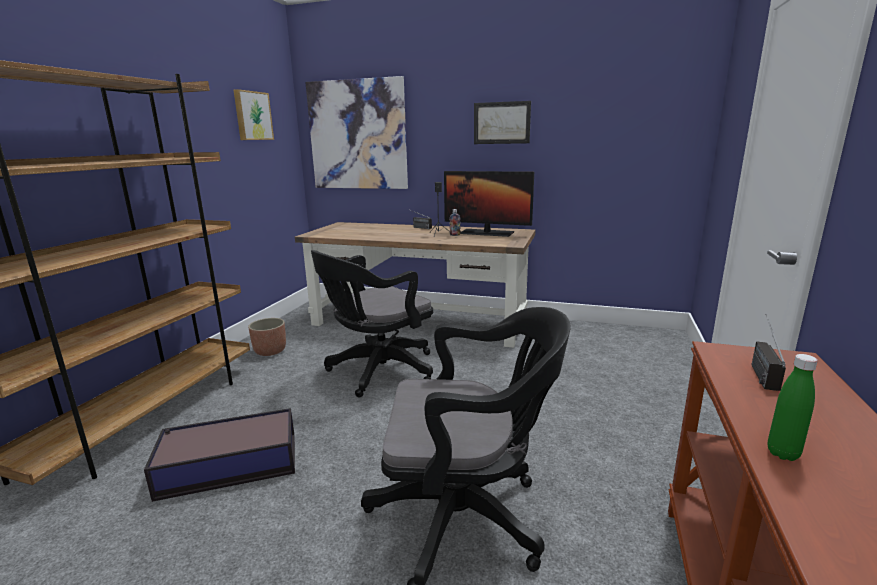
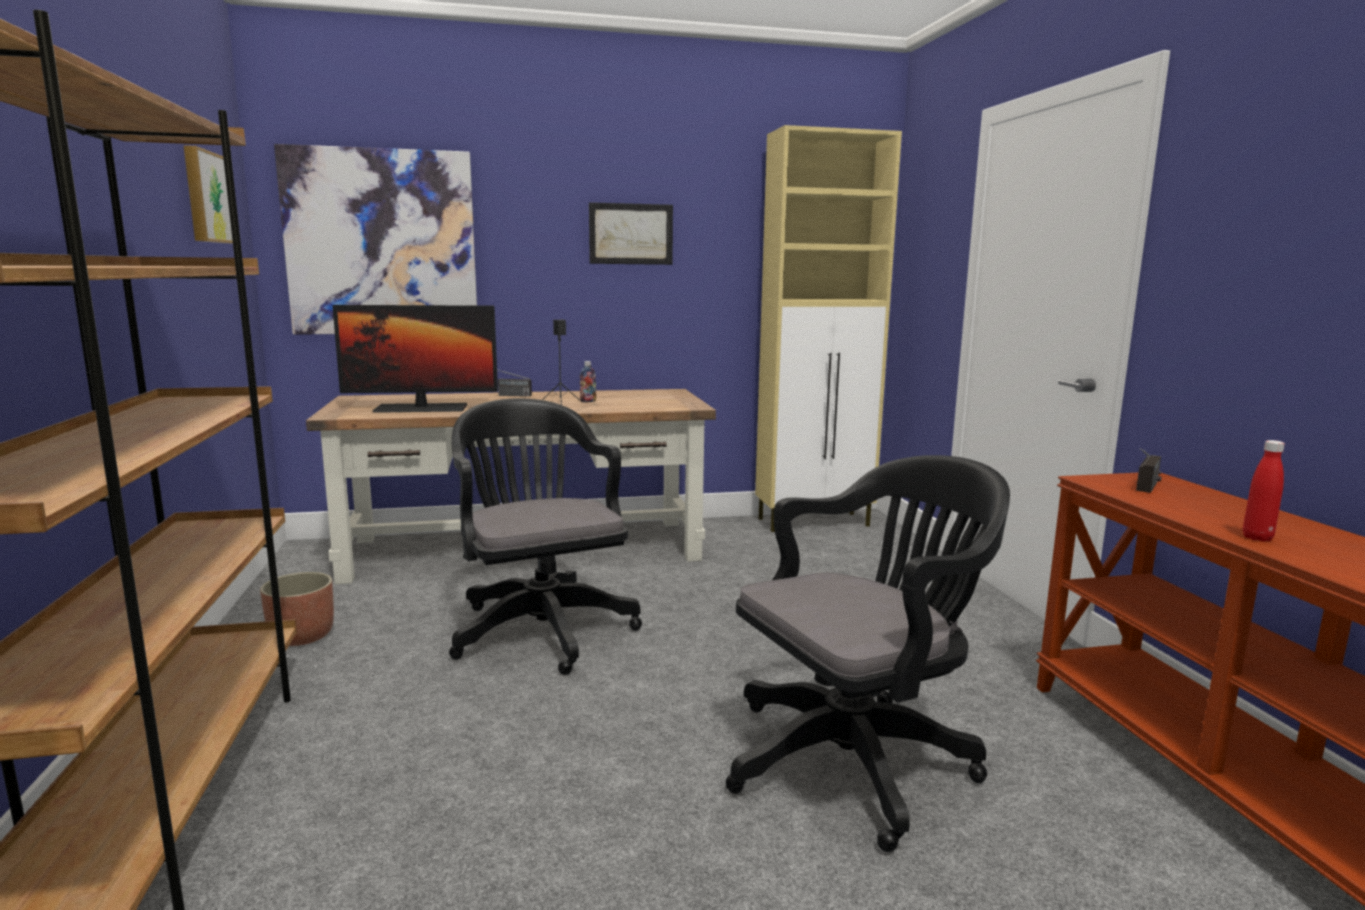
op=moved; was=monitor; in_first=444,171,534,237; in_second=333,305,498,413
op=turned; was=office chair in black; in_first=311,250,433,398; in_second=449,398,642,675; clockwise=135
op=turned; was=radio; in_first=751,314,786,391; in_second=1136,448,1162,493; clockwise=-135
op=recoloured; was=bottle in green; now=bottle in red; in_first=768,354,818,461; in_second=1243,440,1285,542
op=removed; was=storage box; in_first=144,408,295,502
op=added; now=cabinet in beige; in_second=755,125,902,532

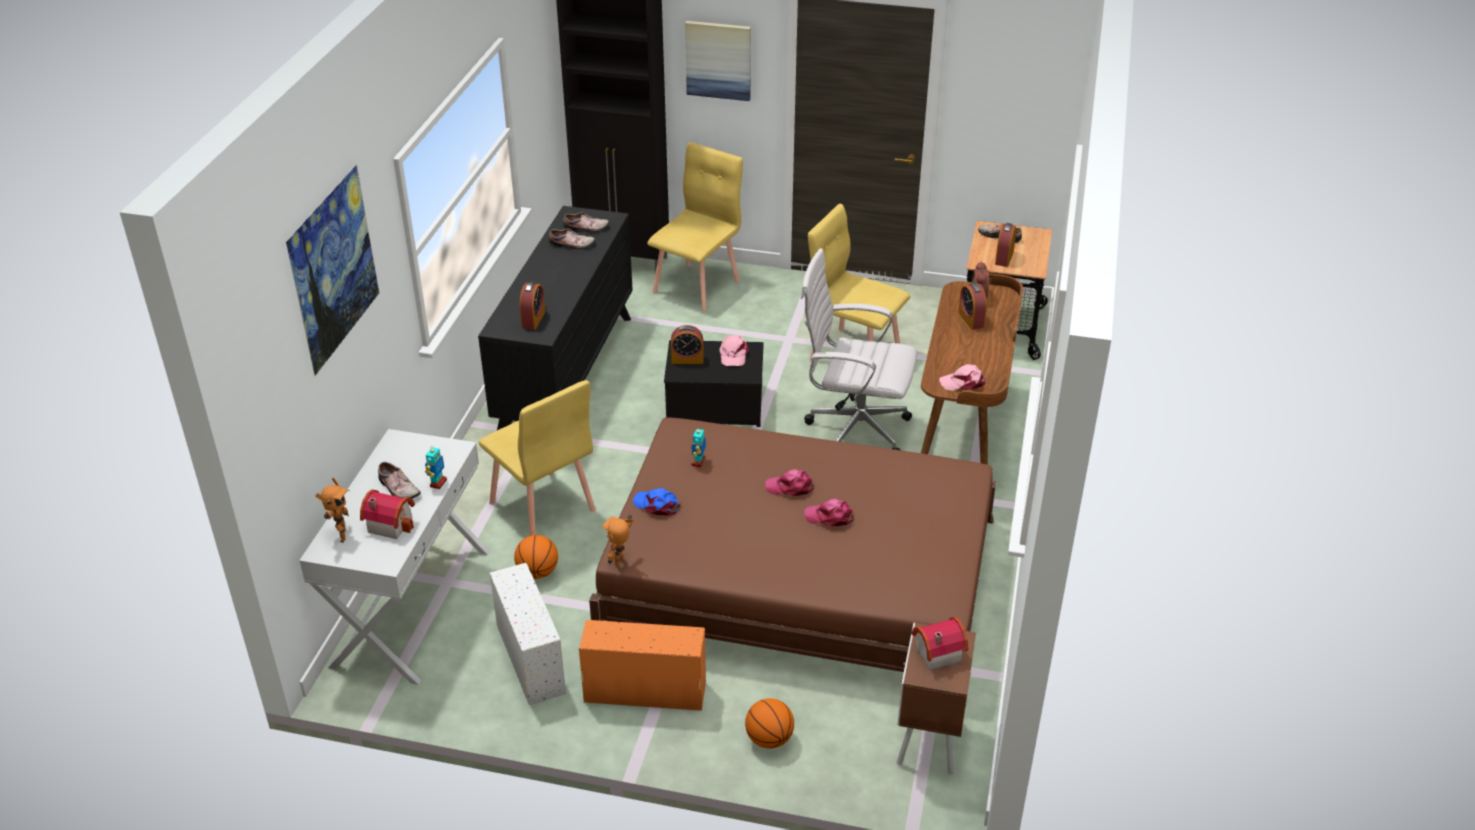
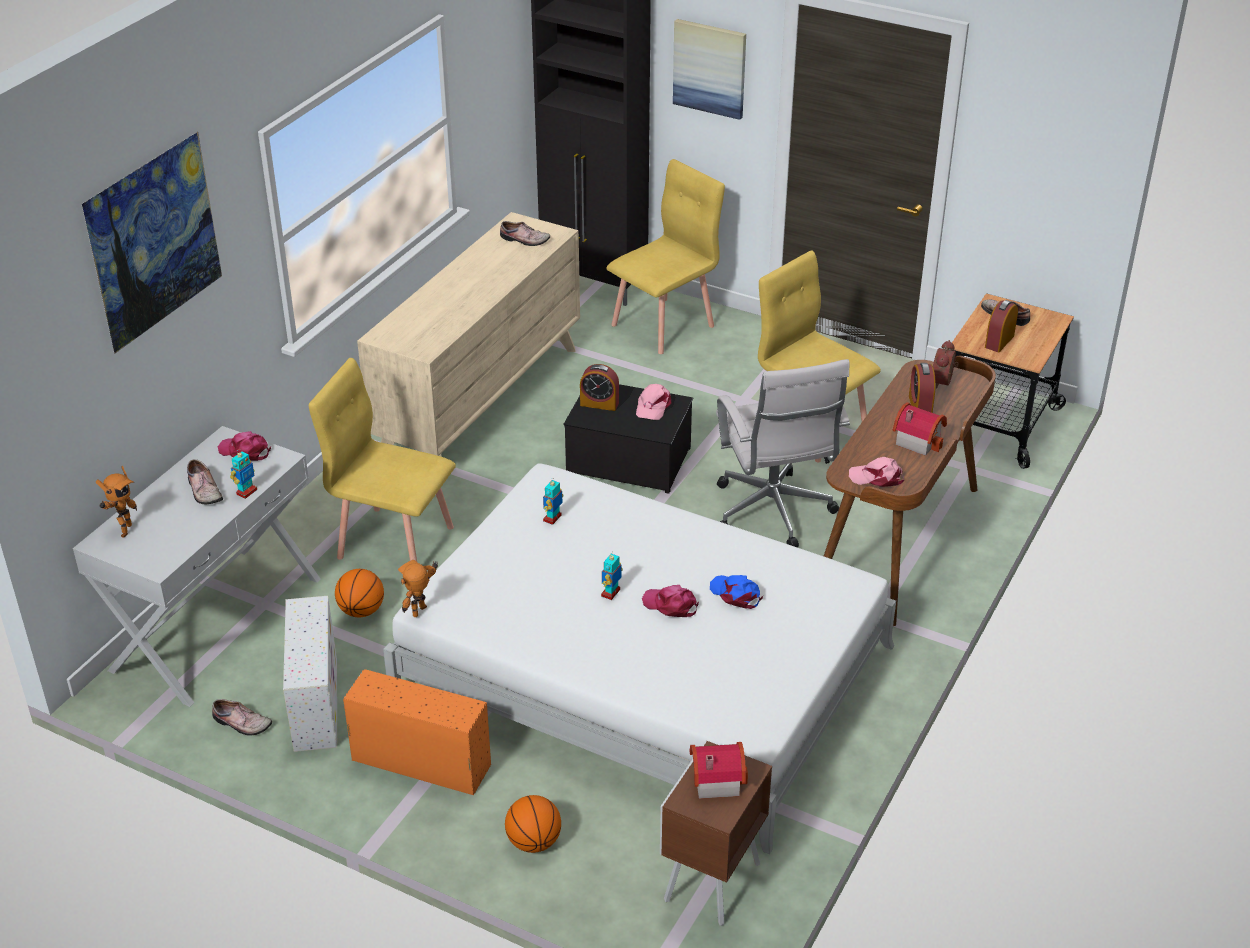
op=recoloured; was=dresser in black; now=dresser in beige; in_first=478,206,633,430; in_second=357,212,580,457
op=moved; was=shoe; in_first=549,228,595,250; in_second=212,699,272,736
op=turned; was=office chair in white; in_first=801,248,917,450; in_second=716,359,850,548; clockwise=-135
op=removed; was=alarm clock; in_first=520,282,545,330
op=turned; was=chair in yellow; in_first=479,380,596,536; in_second=309,358,456,562; clockwise=135
op=recoloured; was=bed in brown; now=bed in white; in_first=589,417,996,708; in_second=383,463,896,854
op=moved; was=cap in pink; in_first=765,469,814,496; in_second=218,431,271,461
op=moved; was=cap in blue; in_first=633,488,681,516; in_second=710,575,763,609
op=moved; was=toy house; in_first=360,489,415,539; in_second=893,402,947,456
op=added; now=toy robot; in_second=601,552,623,600

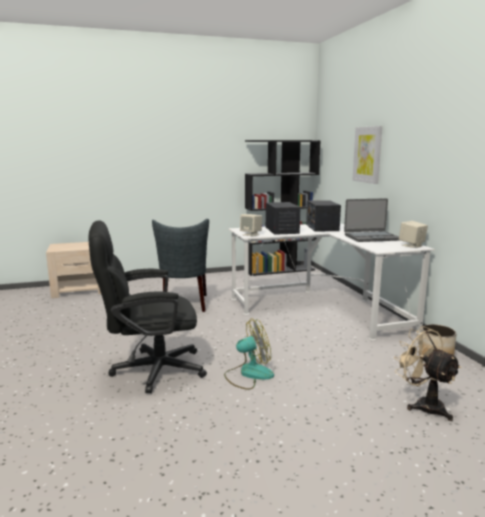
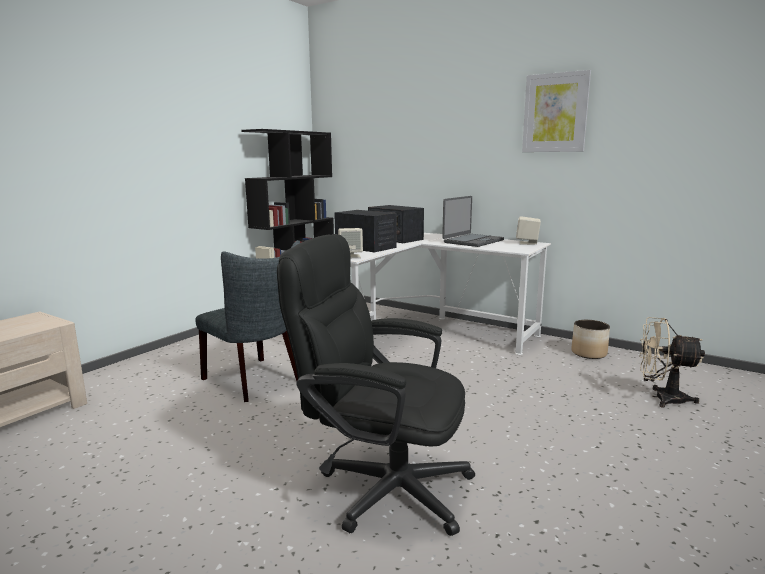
op=moved; was=picture; in_first=352,126,382,184; in_second=522,70,591,152
op=turned; was=office chair in black; in_first=88,220,207,393; in_second=277,234,475,536; clockwise=75
op=removed; was=fan; in_first=224,318,274,390

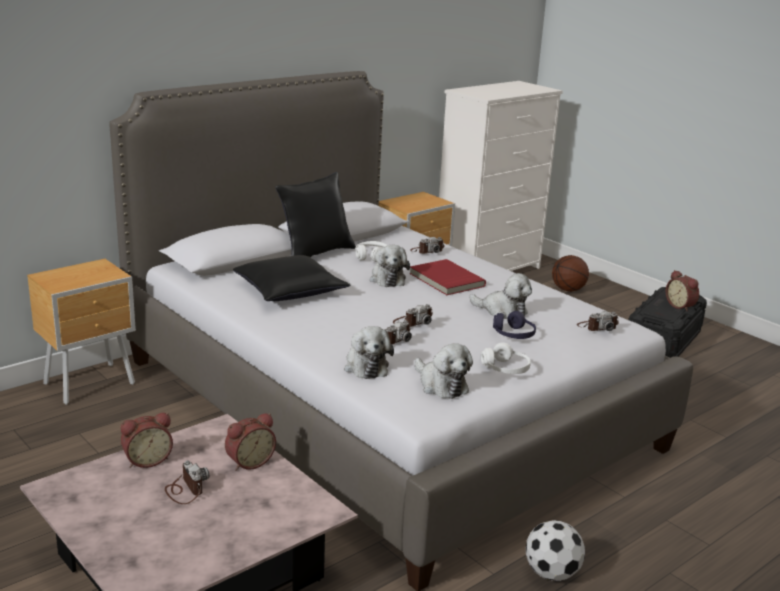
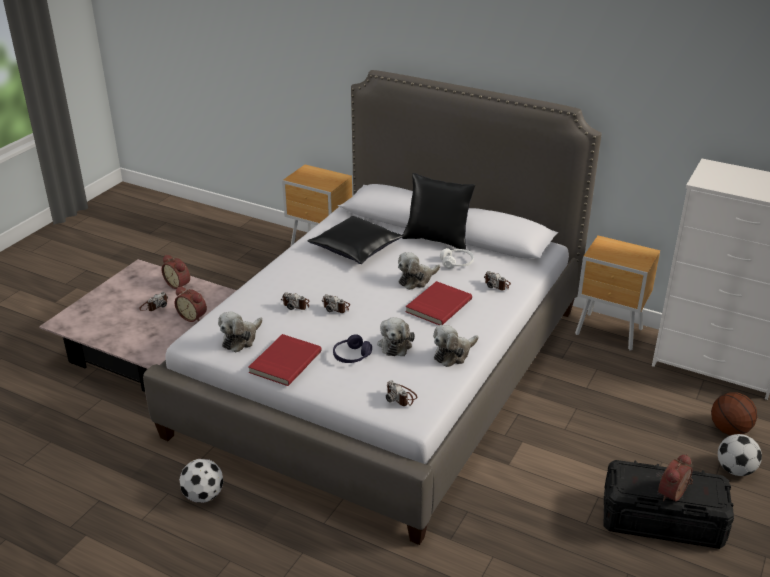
op=moved; was=plush toy; in_first=344,326,394,379; in_second=433,325,478,367
op=replaced; was=headphones in white; now=book in red; in_first=481,342,531,374; in_second=249,334,322,386
op=added; now=football; in_second=718,434,762,476

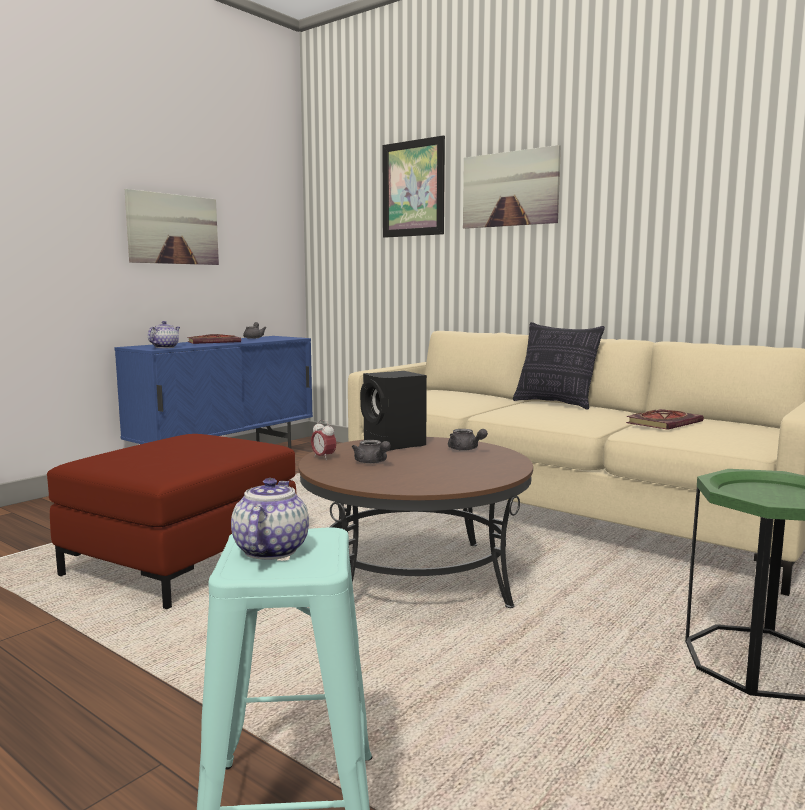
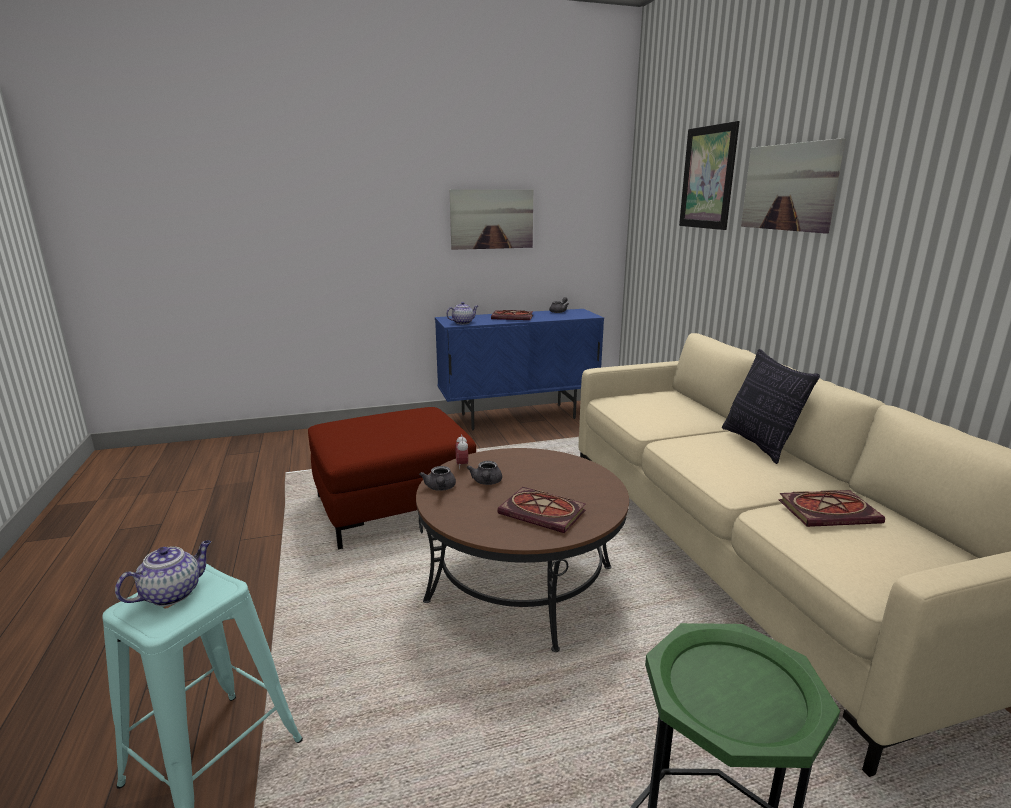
op=removed; was=speaker in black; in_first=360,371,427,451
op=moved; was=teapot in grey; in_first=448,429,488,451; in_second=419,466,456,491
op=added; now=book; in_second=497,487,586,533

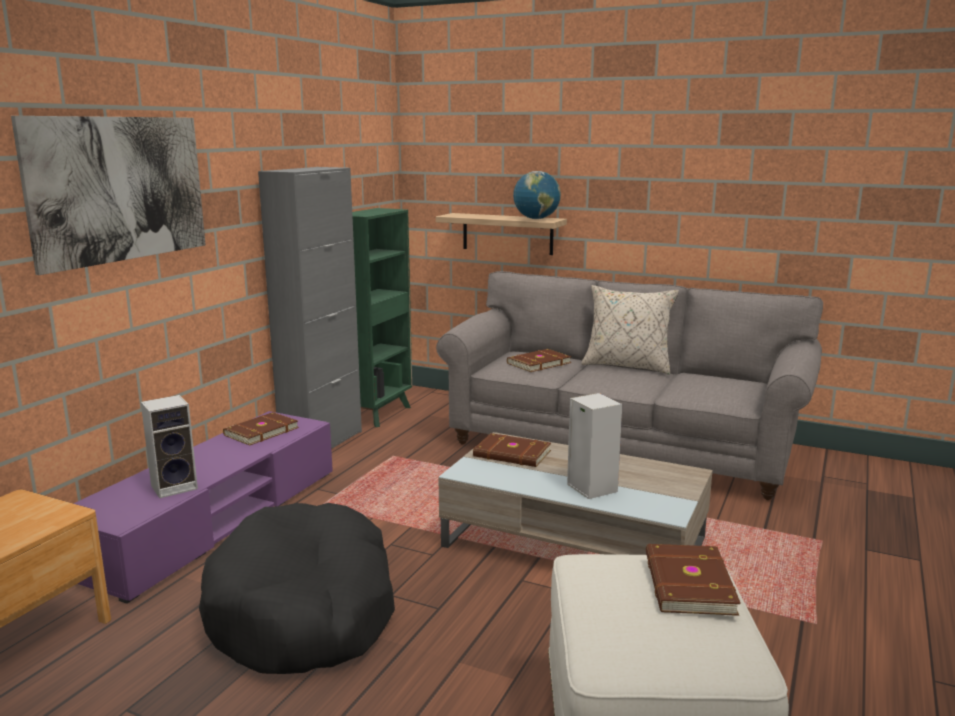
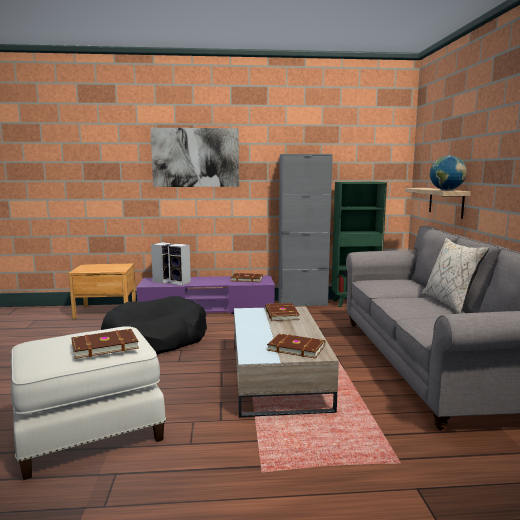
op=moved; was=book in brown; in_first=507,349,572,372; in_second=267,333,325,358
op=moved; was=speaker; in_first=567,393,622,499; in_second=151,242,173,284

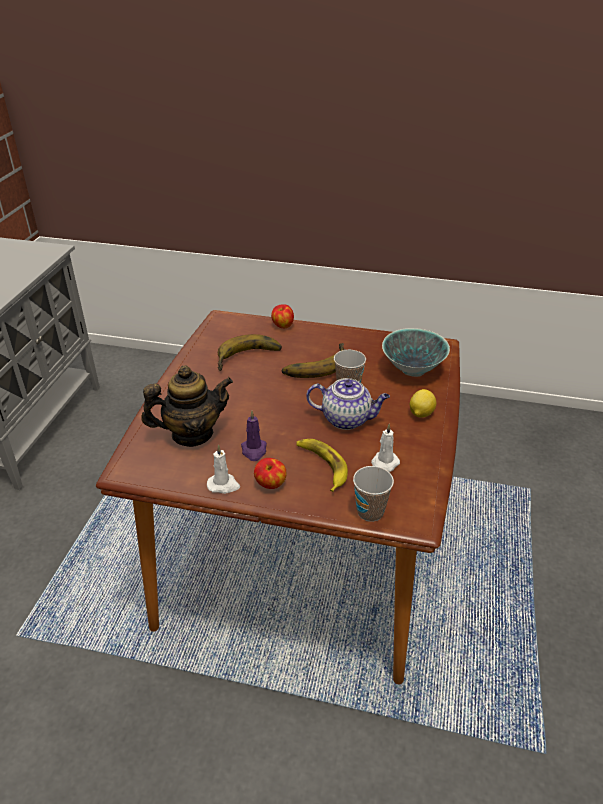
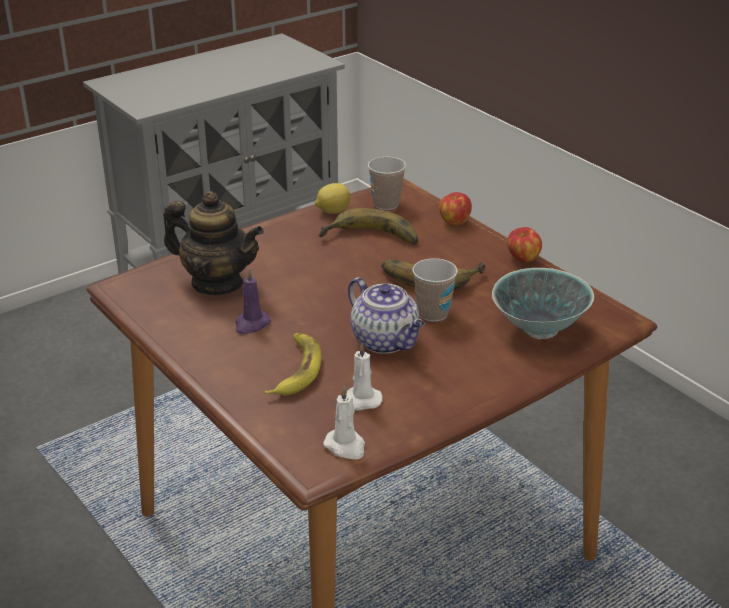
op=moved; was=lemon; in_first=410,389,436,418; in_second=315,183,350,214
op=moved; was=candle in white; in_first=207,445,240,494; in_second=323,386,365,460
op=moved; was=apple; in_first=254,458,287,489; in_second=507,227,542,262
op=moved; was=cup; in_first=353,466,394,522; in_second=368,157,406,210

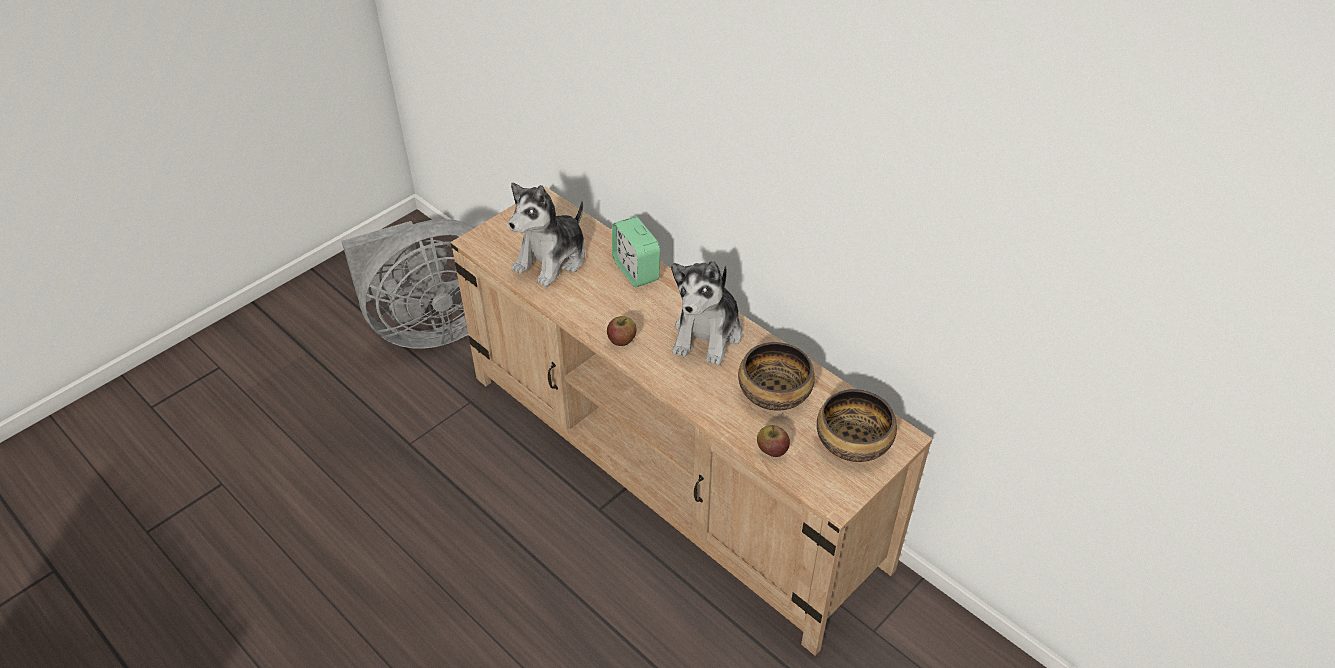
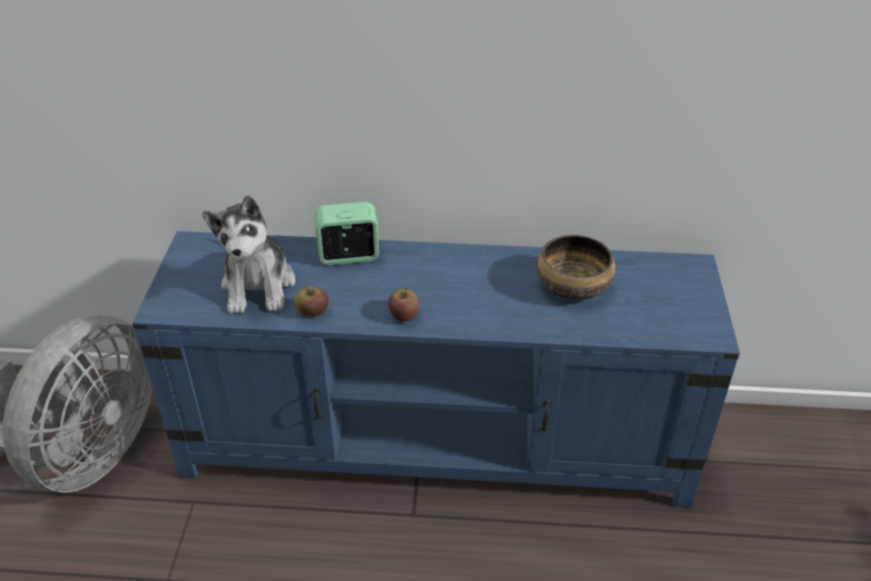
op=recoloured; was=tv stand in beige; now=tv stand in blue; in_first=451,187,933,656; in_second=132,231,740,508
op=turned; was=alarm clock; in_first=612,216,660,287; in_second=314,202,379,266; clockwise=150
op=removed; was=plush toy; in_first=671,261,743,366
op=removed; was=bowl; in_first=817,389,897,462
op=moved; was=apple; in_first=757,425,790,457; in_second=294,285,329,316

